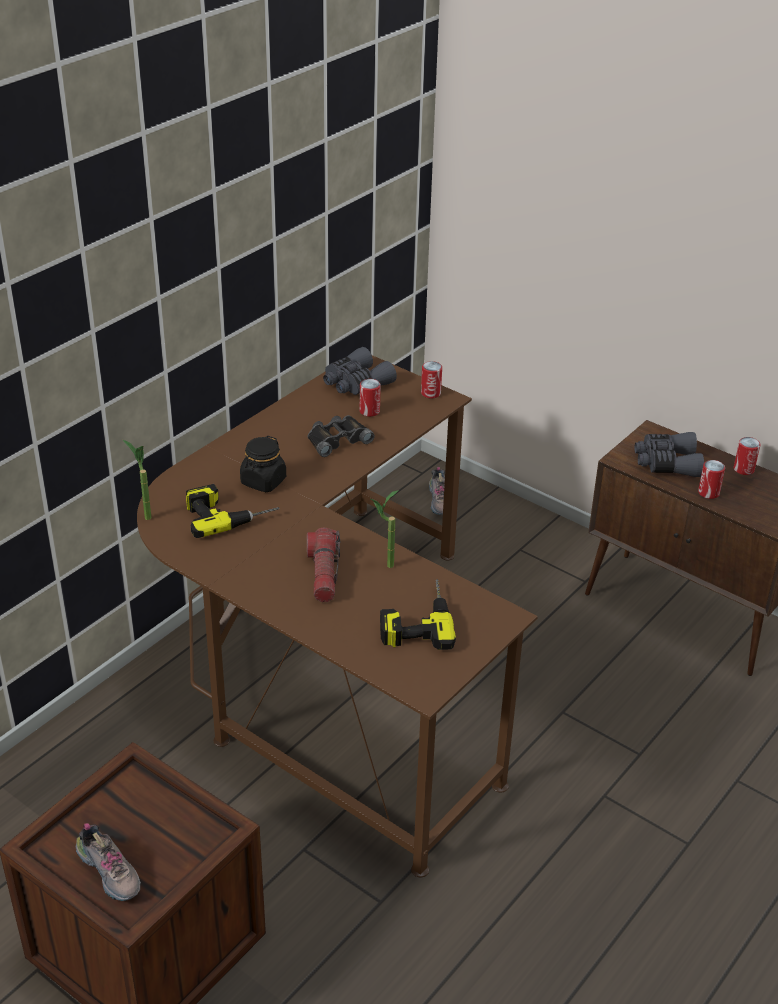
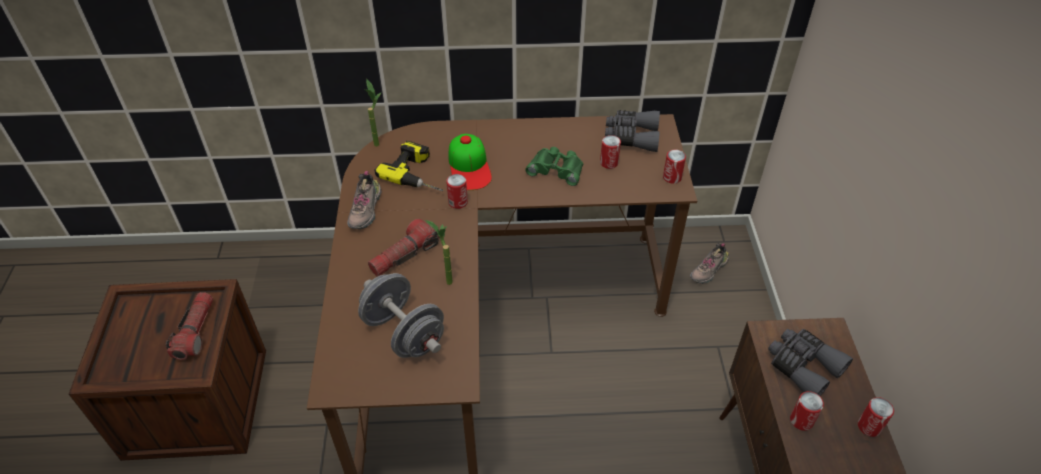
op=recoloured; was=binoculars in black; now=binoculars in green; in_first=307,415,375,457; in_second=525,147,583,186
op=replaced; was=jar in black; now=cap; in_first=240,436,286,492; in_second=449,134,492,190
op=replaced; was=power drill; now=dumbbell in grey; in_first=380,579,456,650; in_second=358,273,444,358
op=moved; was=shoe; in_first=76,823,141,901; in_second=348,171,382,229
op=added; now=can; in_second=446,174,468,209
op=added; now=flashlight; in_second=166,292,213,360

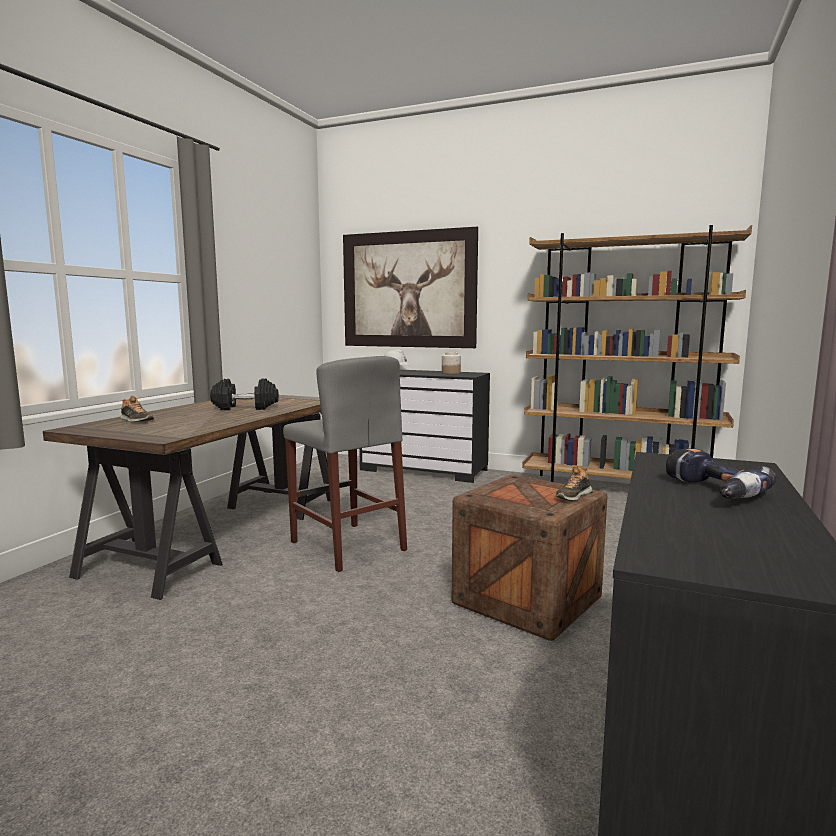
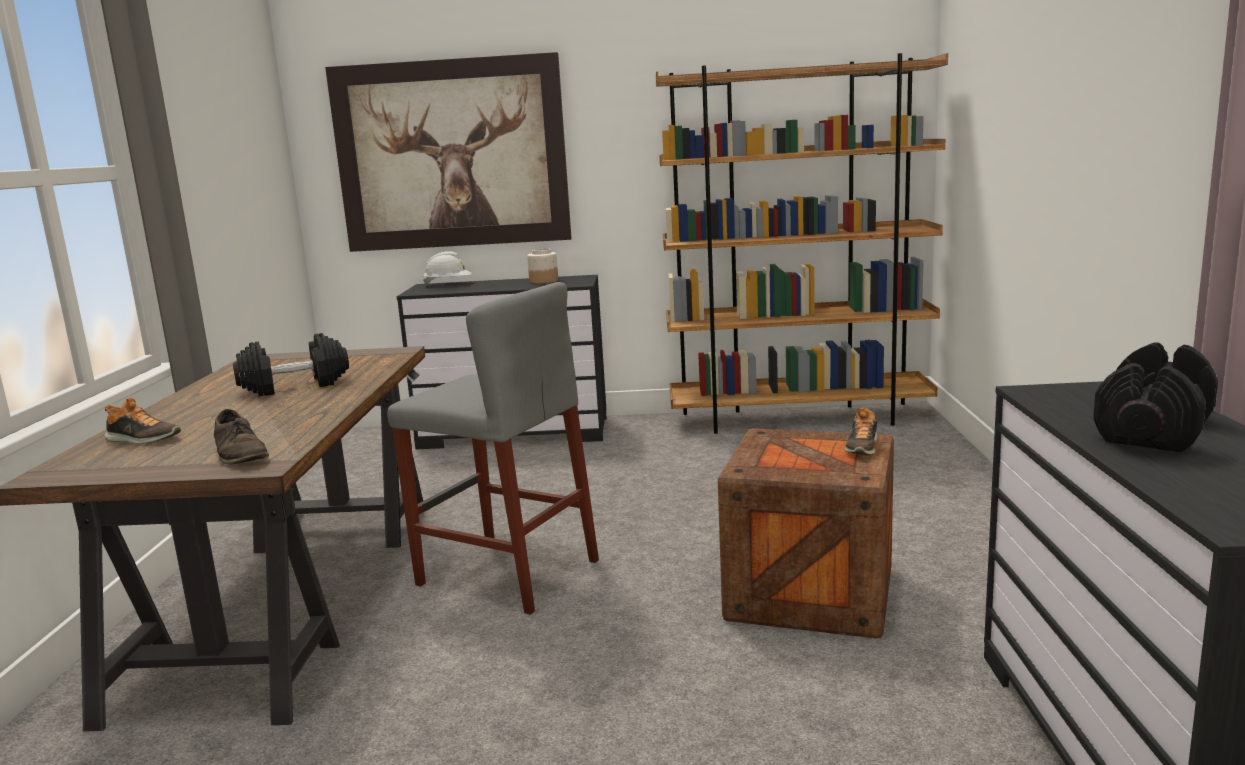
op=replaced; was=power drill; now=dumbbell in black; in_first=666,448,777,499; in_second=1093,343,1218,453
op=added; now=shoe in brown; in_second=214,409,269,464

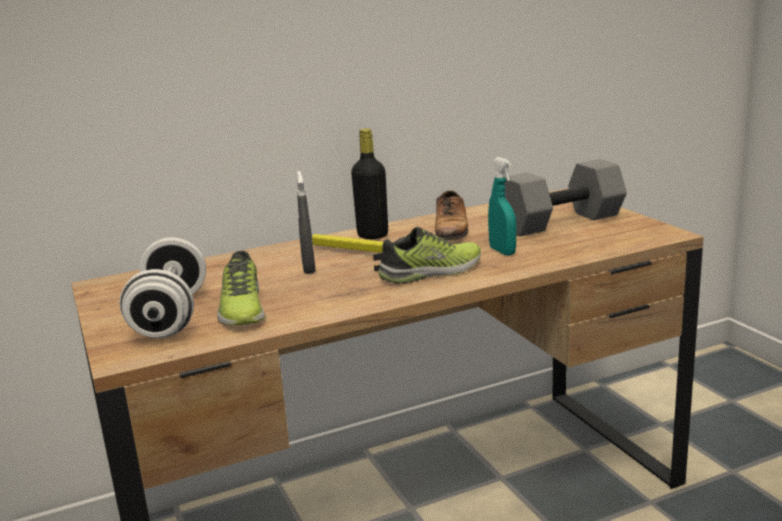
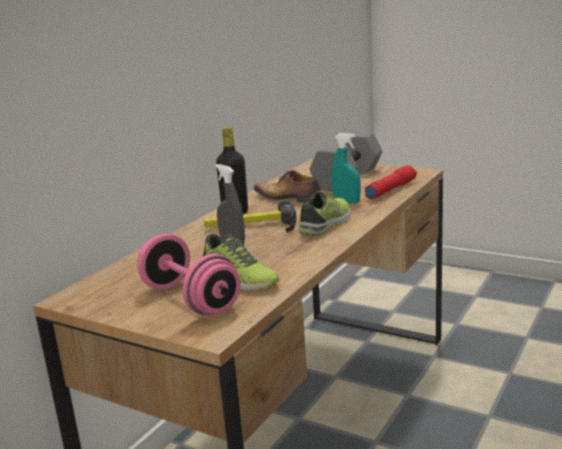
op=turned; was=shoe; in_first=435,190,468,240; in_second=254,170,320,203; clockwise=150
op=recoloured; was=dumbbell in white; now=dumbbell in pink; in_first=119,238,206,338; in_second=137,233,240,316
op=added; now=flashlight in red; in_second=365,165,417,199

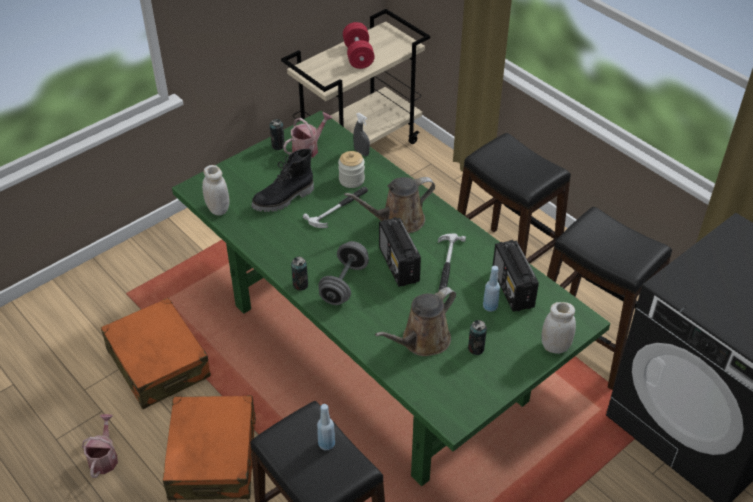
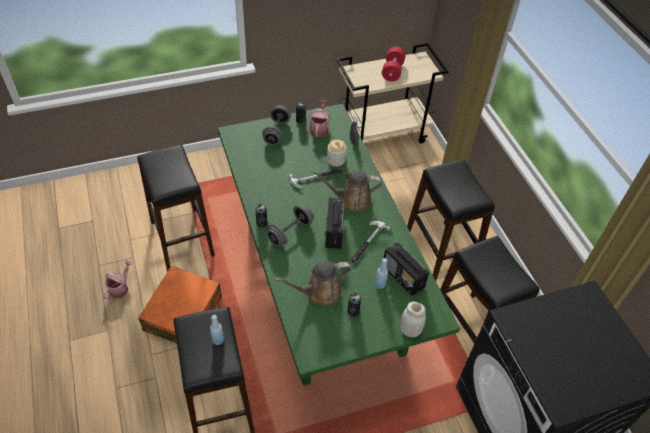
op=turned; was=watering can; in_first=283,112,333,158; in_second=309,100,330,137; clockwise=-60
op=removed; was=boot in black; in_first=251,149,314,212
op=removed; was=jar in white; in_first=202,165,230,216
op=turned; was=radio; in_first=493,240,539,312; in_second=384,242,429,296; clockwise=-45
op=replaced; was=suitcase in orange; now=stool in black; in_first=101,298,211,409; in_second=137,145,215,271
op=added; now=dumbbell in grey; in_second=262,105,291,145

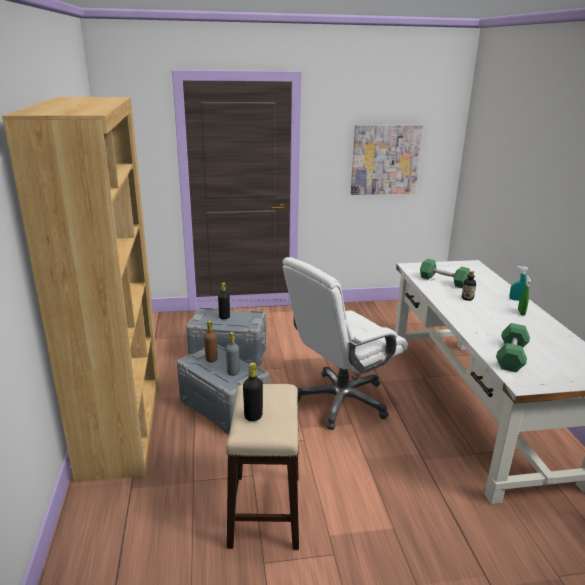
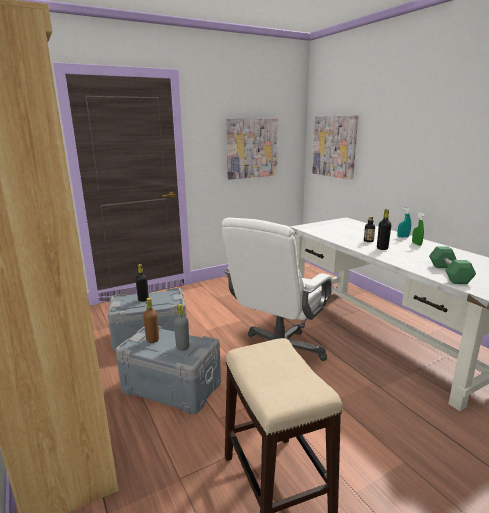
op=removed; was=dumbbell in green; in_first=420,259,470,288
op=moved; was=bottle in black; in_first=243,363,263,421; in_second=377,209,391,250
op=added; now=picture; in_second=312,115,358,180

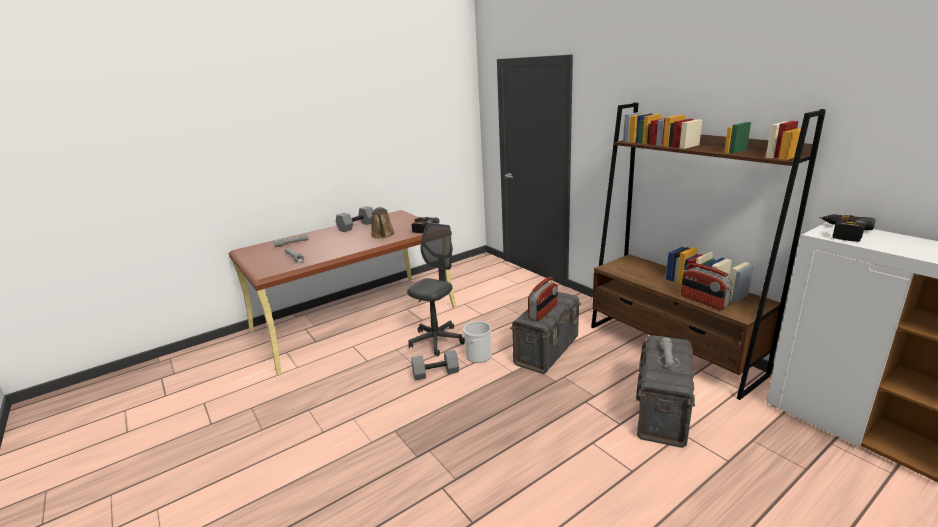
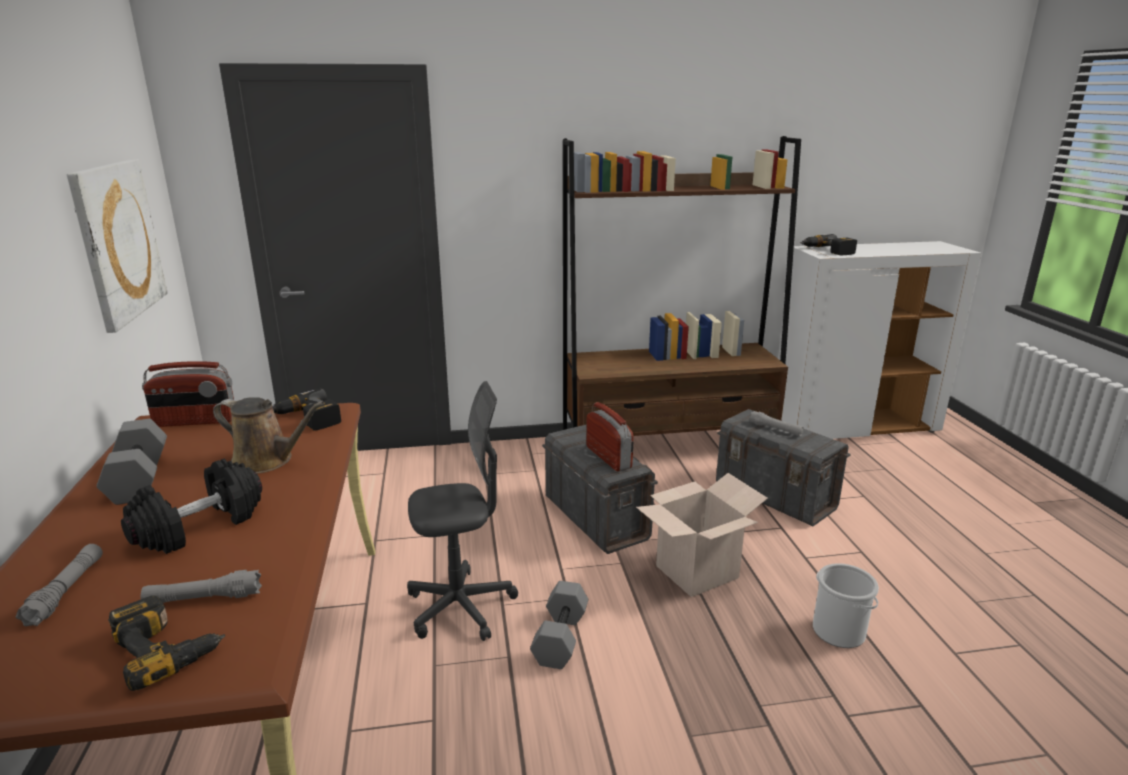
op=turned; was=office chair in grey; in_first=407,222,465,356; in_second=407,381,518,641; clockwise=105
op=moved; was=radio; in_first=681,263,732,310; in_second=142,361,234,427
op=moved; was=bucket; in_first=463,321,492,363; in_second=813,563,879,648
op=added; now=picture; in_second=67,159,168,333
op=added; now=dumbbell in black; in_second=121,459,262,554
op=added; now=cardboard box; in_second=636,473,768,597
op=added; now=power drill; in_second=108,595,225,691

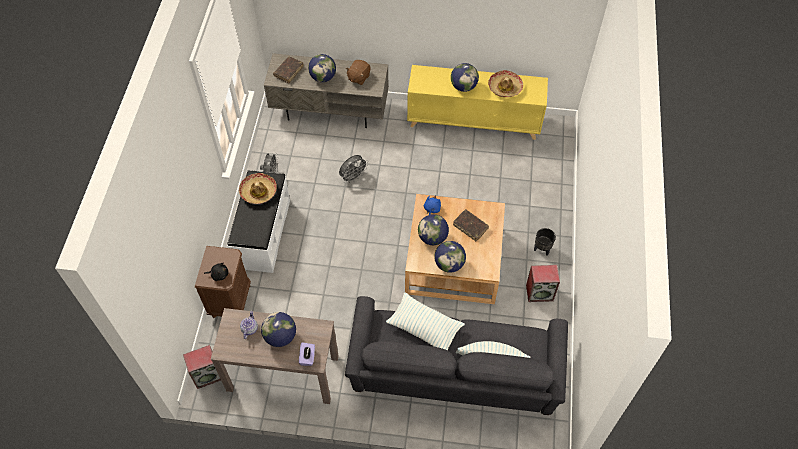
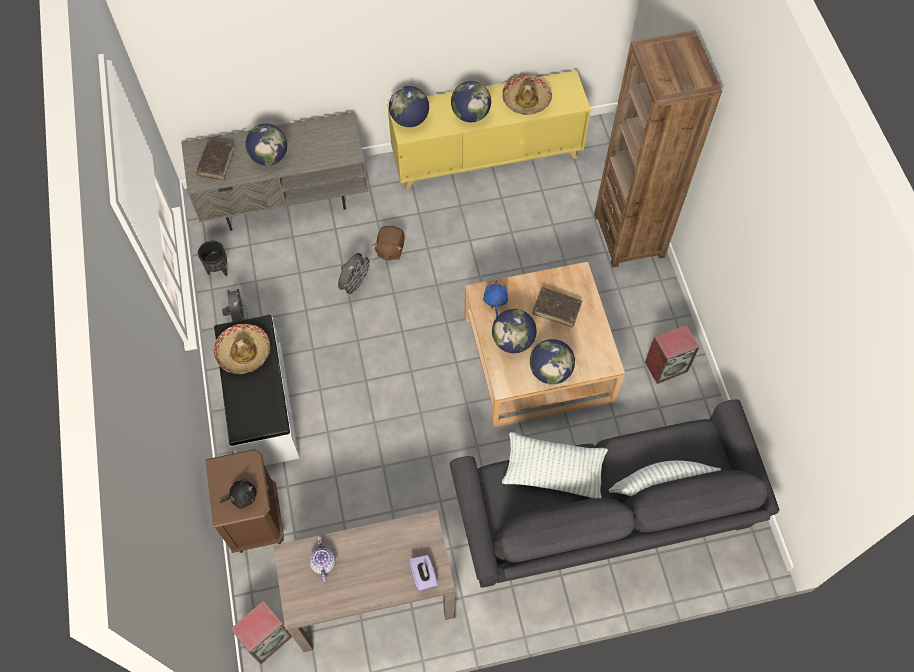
op=moved; was=plush toy in brown; in_first=346,60,371,85; in_second=373,226,405,261
op=moved; was=planter in black; in_first=534,228,556,255; in_second=198,241,228,276
op=moved; was=globe; in_first=261,312,296,347; in_second=389,86,429,127
op=added; now=bookcase in brown; in_second=594,30,722,268

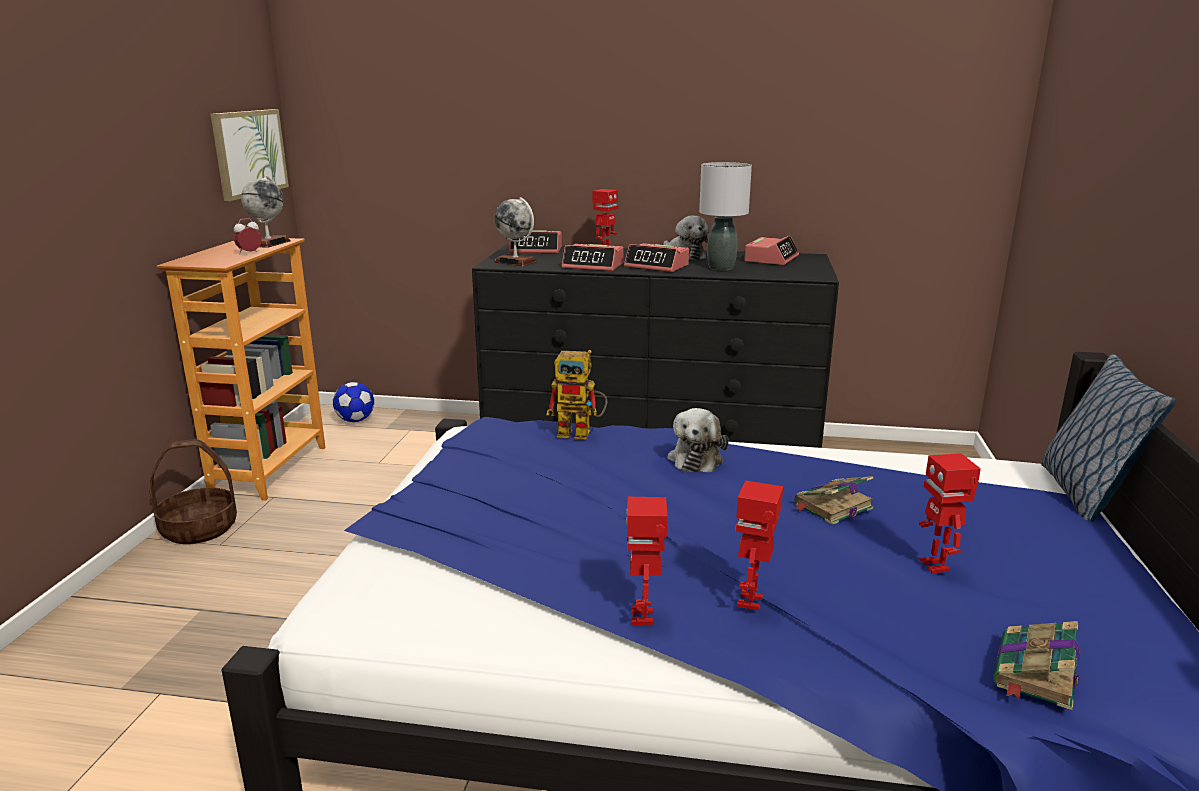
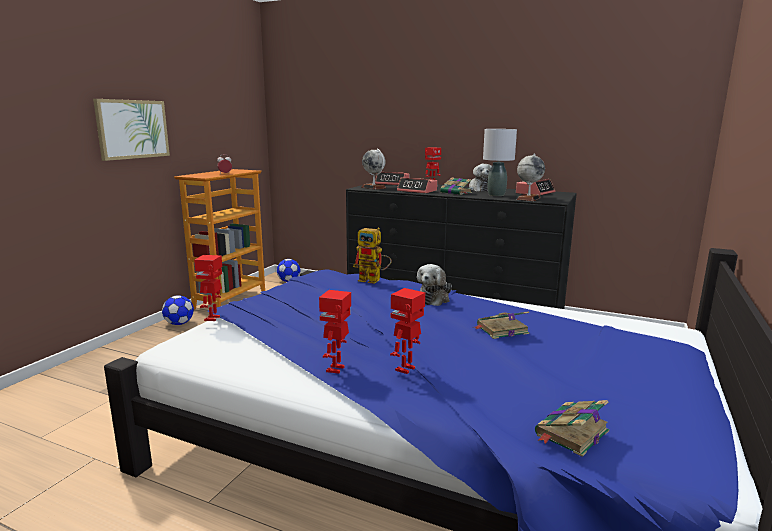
op=moved; was=picture; in_first=211,109,289,201; in_second=93,99,170,161
op=moved; was=globe; in_first=241,175,291,248; in_second=517,154,545,201
op=replaced; was=alarm clock; now=book; in_first=624,243,689,272; in_second=440,177,472,195
op=removed; was=pillow; in_first=1041,354,1176,522
op=replaced; was=basket; now=football; in_first=149,439,237,544; in_second=162,295,194,325
op=moved; was=toy robot; in_first=919,453,981,574; in_second=194,255,222,321

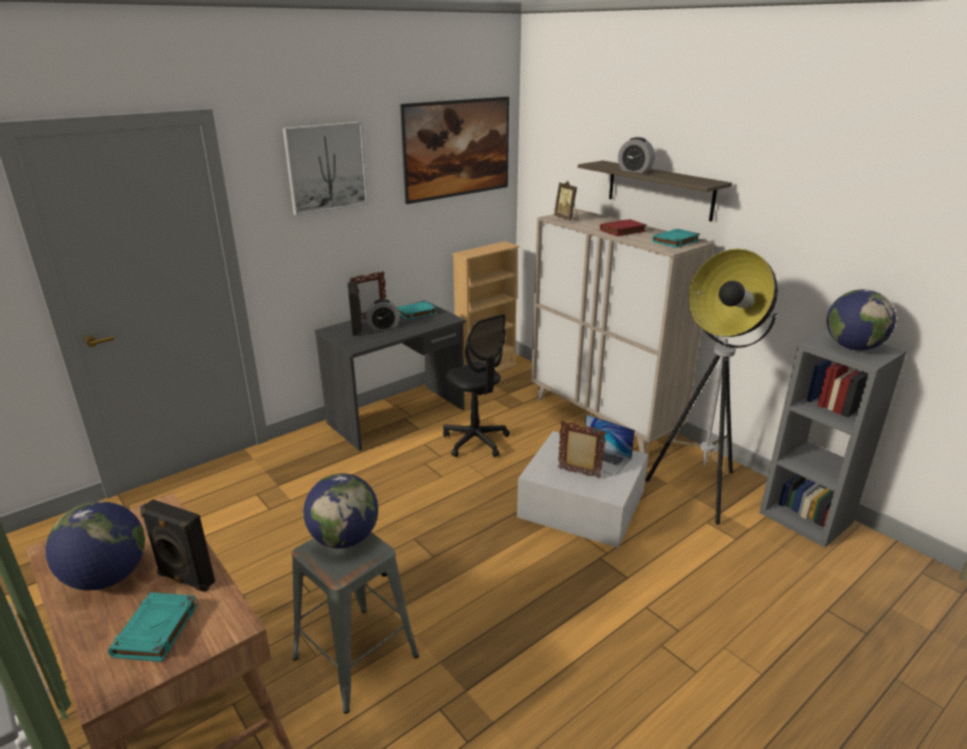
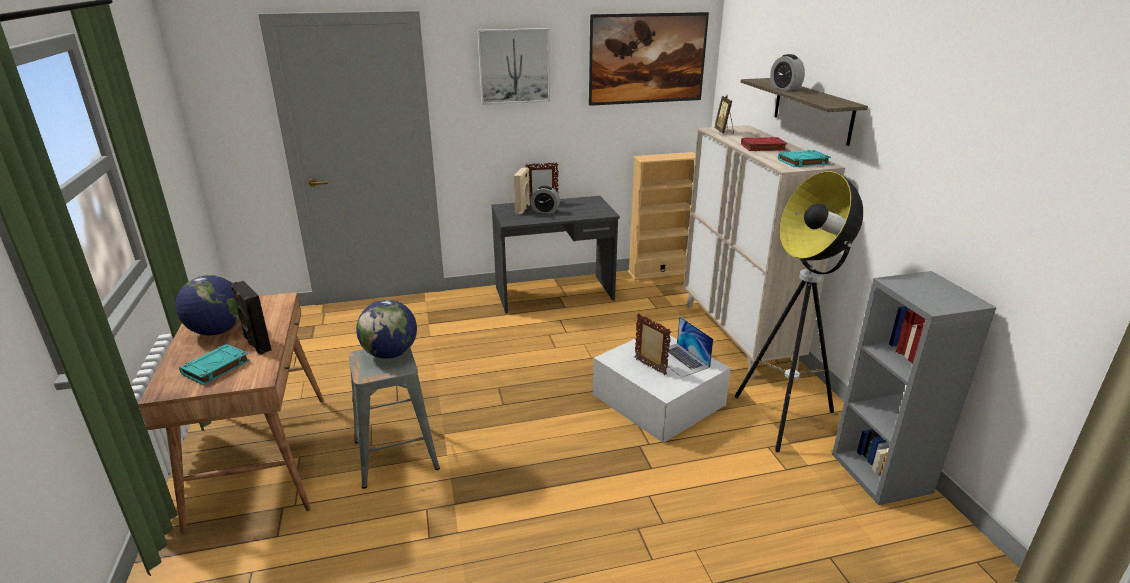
op=recoloured; was=speaker in black; now=speaker in beige; in_first=348,282,362,336; in_second=514,168,530,215
op=removed; was=globe; in_first=827,289,896,350
op=removed; was=book in turquoise; in_first=397,301,437,320
op=removed; was=office chair in black; in_first=443,314,510,458

